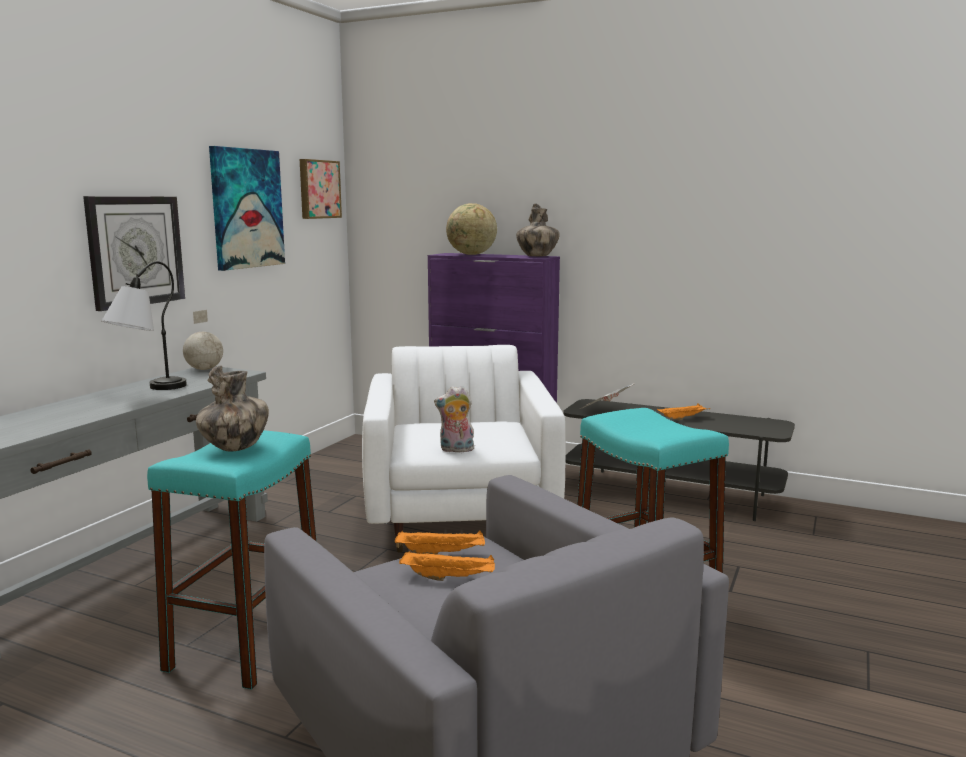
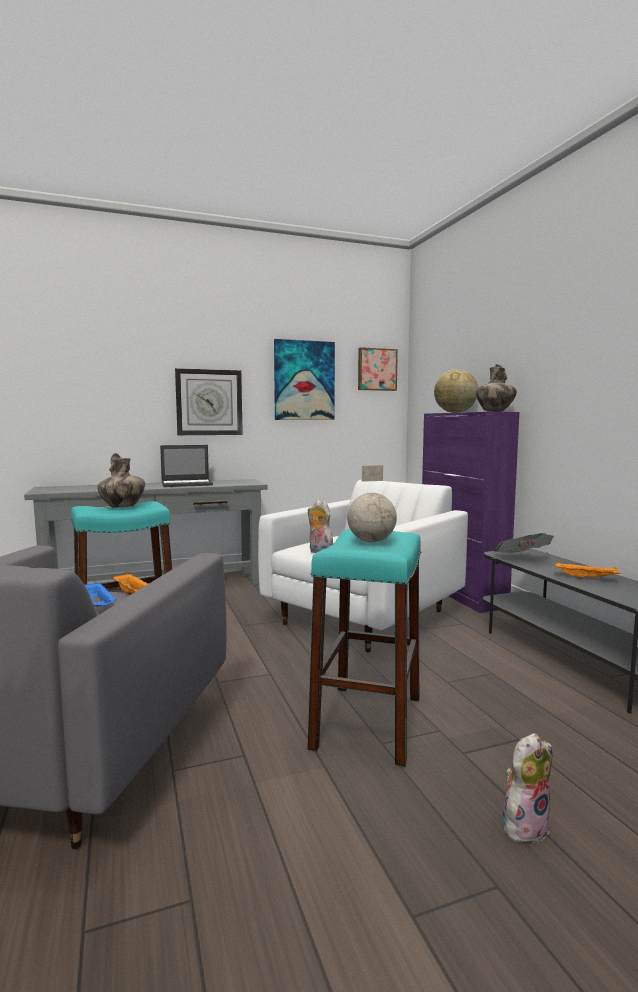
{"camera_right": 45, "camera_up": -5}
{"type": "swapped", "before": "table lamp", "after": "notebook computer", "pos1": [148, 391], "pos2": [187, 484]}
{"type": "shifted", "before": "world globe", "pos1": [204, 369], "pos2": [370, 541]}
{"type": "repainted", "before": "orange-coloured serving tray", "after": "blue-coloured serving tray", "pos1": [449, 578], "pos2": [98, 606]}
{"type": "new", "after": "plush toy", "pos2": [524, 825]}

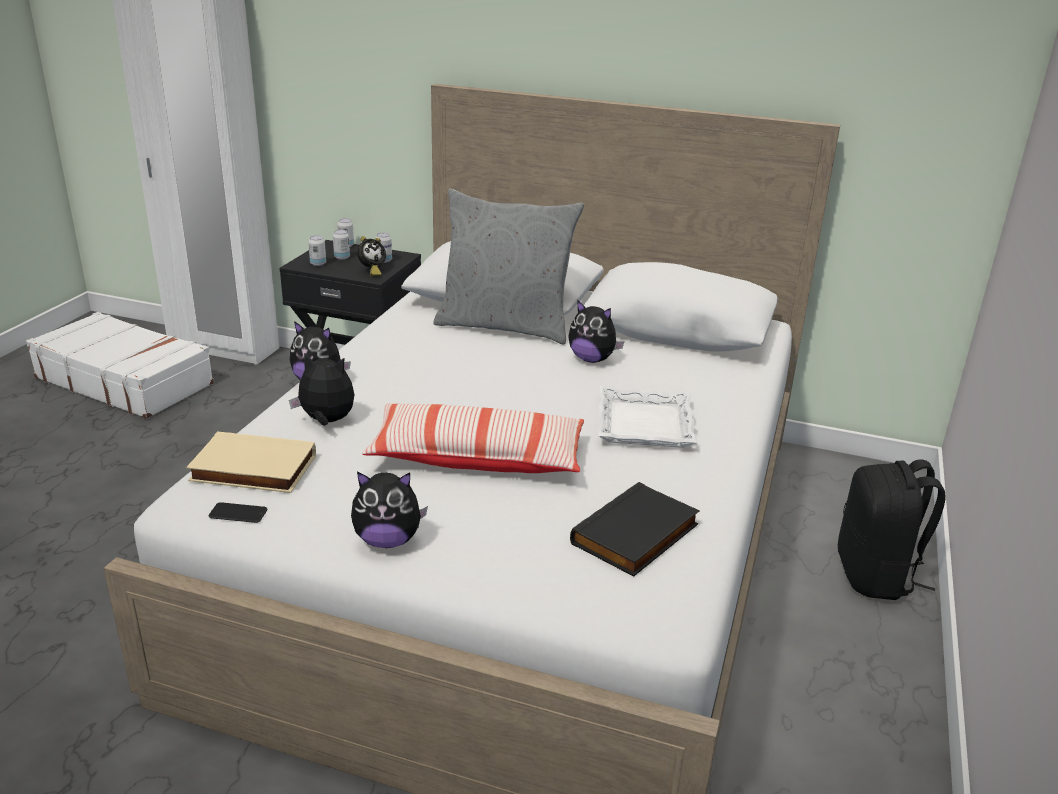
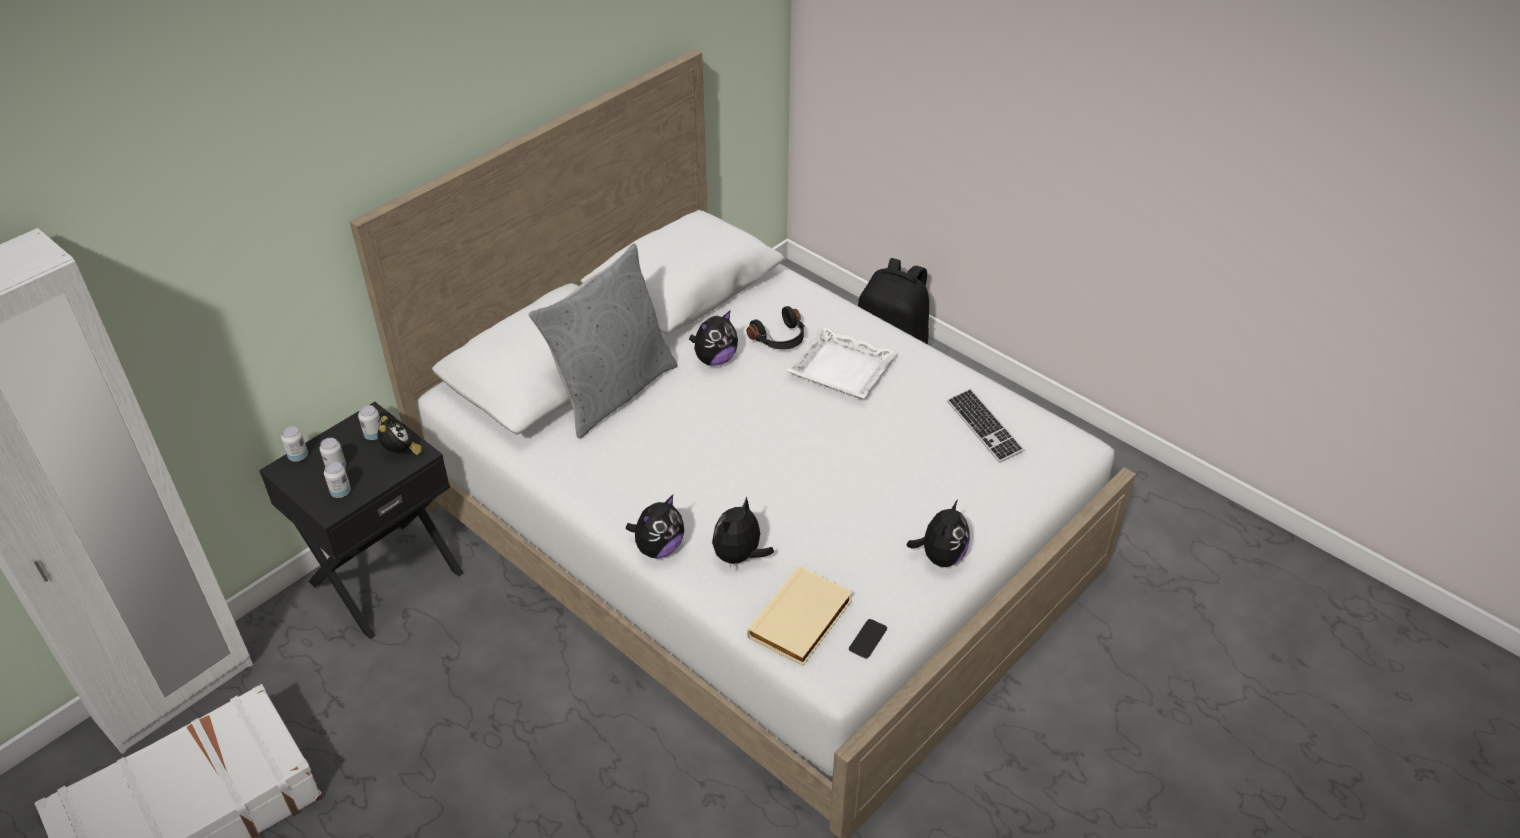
{"camera_right": -65, "camera_up": 15}
{"type": "gone", "before": "pillow", "pos1": [477, 457]}
{"type": "swapped", "before": "blackish volume", "after": "PC keyboard", "pos1": [637, 536], "pos2": [984, 427]}
{"type": "new", "after": "blackish headset", "pos2": [780, 339]}

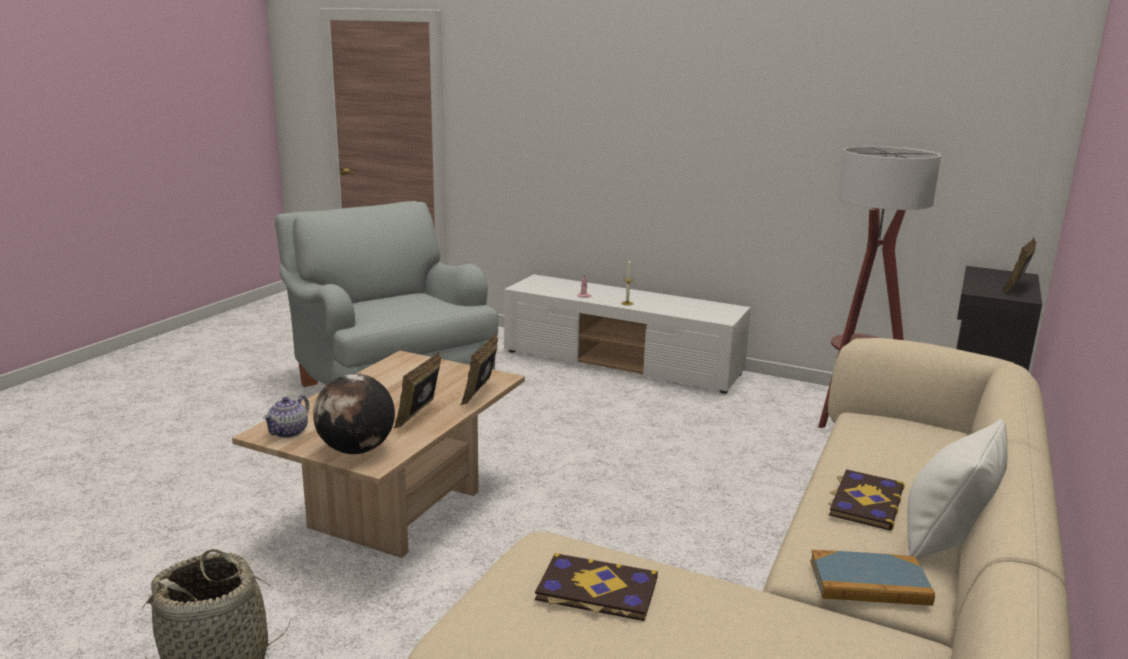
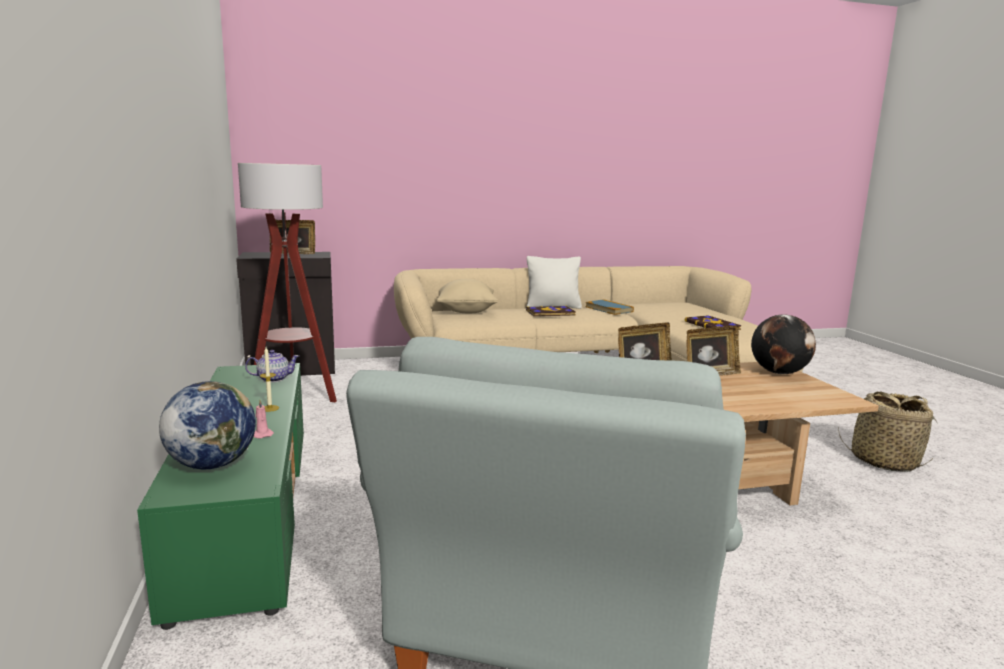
{"camera_right": -130, "camera_up": -5}
{"type": "repainted", "before": "white tv stand", "after": "green-coloured tv stand", "pos1": [623, 363], "pos2": [247, 509]}
{"type": "shifted", "before": "teapot", "pos1": [289, 432], "pos2": [273, 379]}
{"type": "new", "after": "beige pillow", "pos2": [466, 311]}
{"type": "new", "after": "world globe", "pos2": [212, 464]}

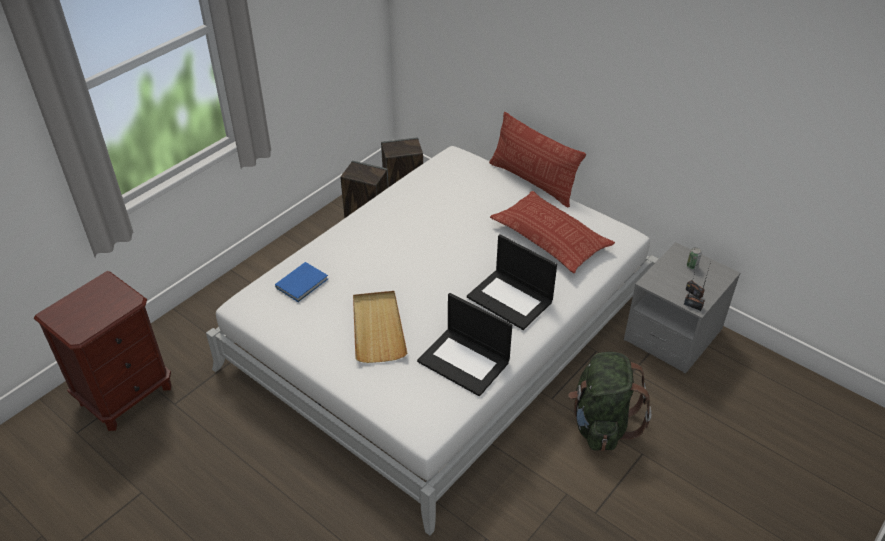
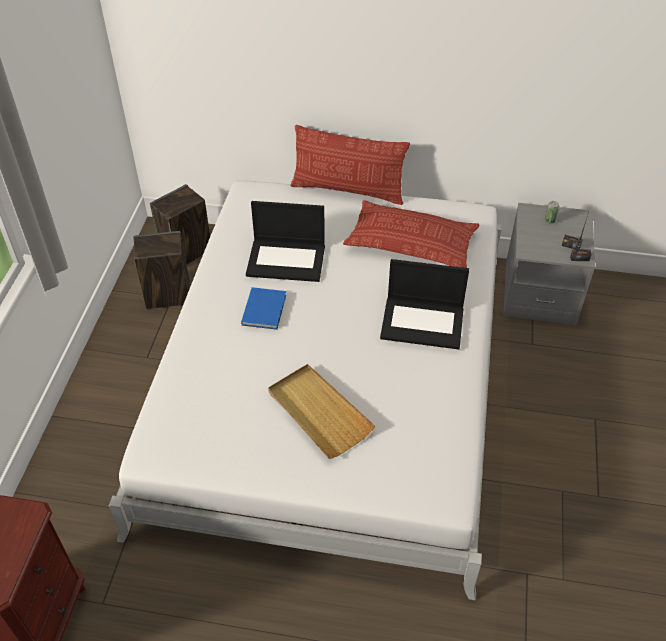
{"camera_right": -30, "camera_up": 5}
{"type": "shifted", "before": "blue-coloured volume", "pos1": [303, 283], "pos2": [265, 309]}
{"type": "shifted", "before": "notebook computer", "pos1": [465, 361], "pos2": [287, 260]}
{"type": "gone", "before": "green-coloured backpack", "pos1": [601, 424]}

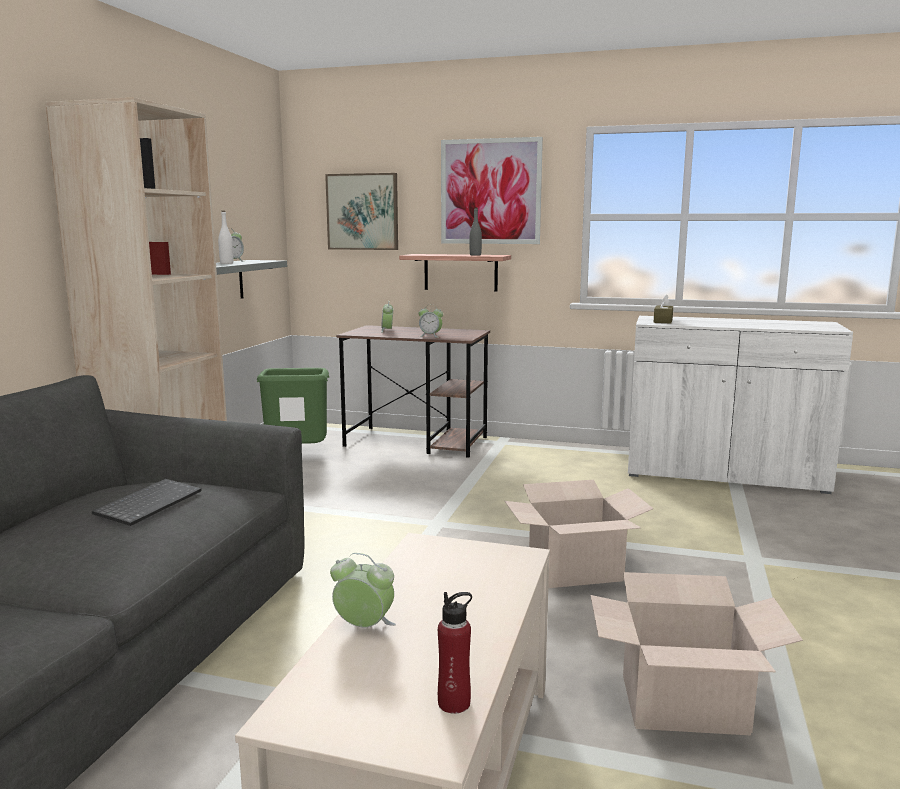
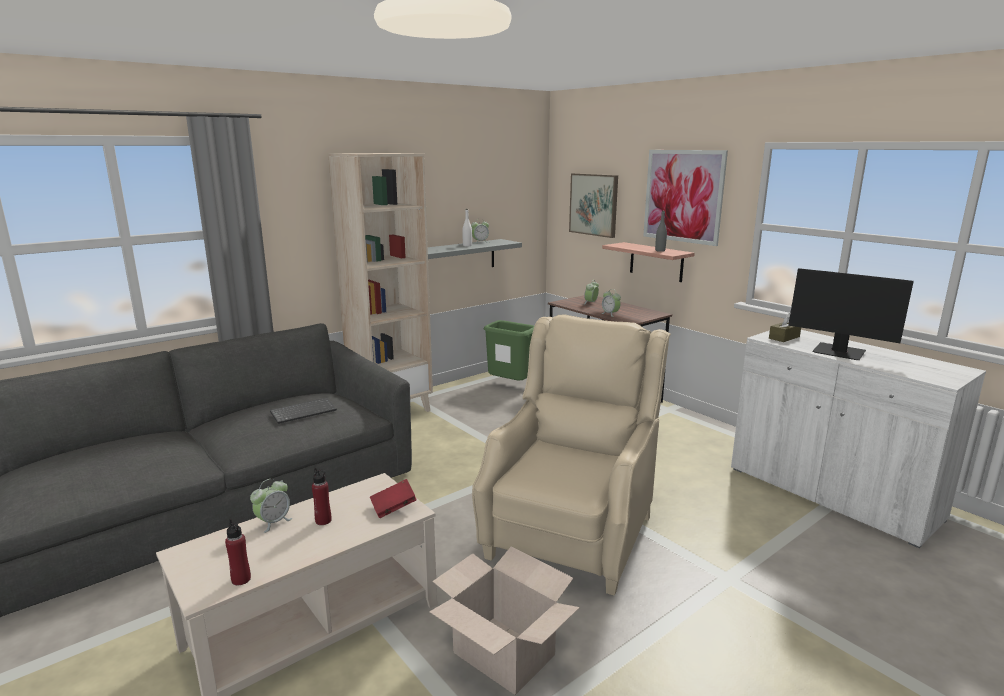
{"camera_right": 35, "camera_up": 5}
{"type": "swapped", "before": "packing box", "after": "beige armchair", "pos1": [575, 570], "pos2": [572, 533]}
{"type": "rotated", "before": "alarm clock", "pos1": [364, 627], "pos2": [273, 522], "turn": 75}
{"type": "new", "after": "computer screen", "pos2": [839, 352]}
{"type": "new", "after": "reddish beverage bottle", "pos2": [323, 520]}
{"type": "new", "after": "reddish volume", "pos2": [393, 508]}

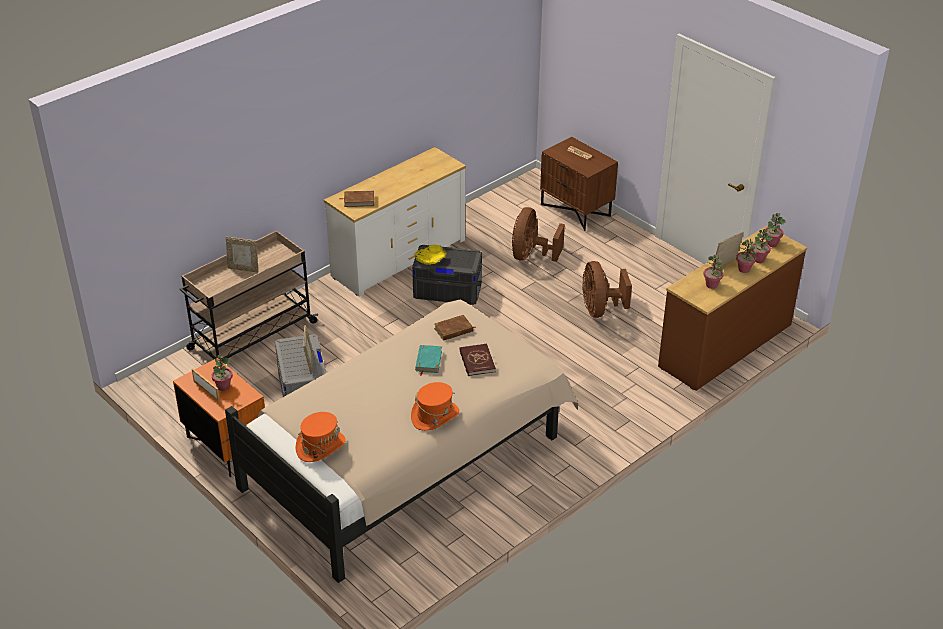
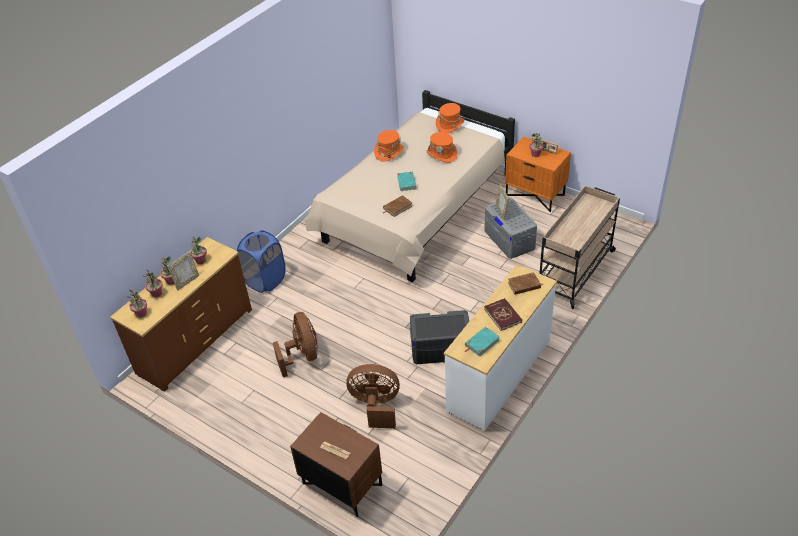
{"camera_right": 170, "camera_up": 5}
{"type": "rotated", "before": "brown-coloured electric fan", "pos1": [531, 255], "pos2": [376, 406], "turn": -90}
{"type": "gone", "before": "photo frame", "pos1": [243, 269]}
{"type": "gone", "before": "yellow-coloured bowl", "pos1": [430, 259]}
{"type": "shifted", "before": "reddish volume", "pos1": [477, 361], "pos2": [503, 315]}
{"type": "new", "after": "orange-coloured hat", "pos2": [442, 154]}
{"type": "new", "after": "blue-coloured laundry basket", "pos2": [265, 280]}
{"type": "new", "after": "blue-green volume", "pos2": [482, 343]}

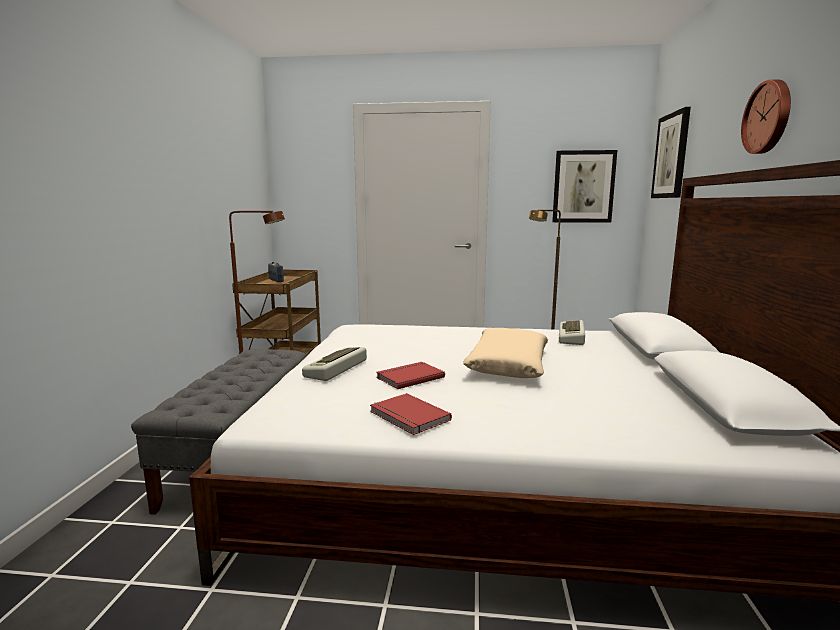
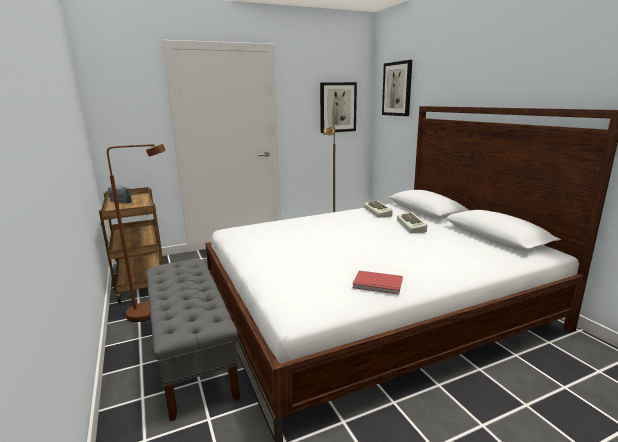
{"camera_right": -30, "camera_up": 5}
{"type": "gone", "before": "clock on the wall", "pos1": [768, 117]}
{"type": "gone", "before": "beige pillow", "pos1": [508, 364]}
{"type": "shifted", "before": "PC keyboard", "pos1": [337, 369], "pos2": [412, 226]}
{"type": "gone", "before": "reddish volume", "pos1": [409, 377]}

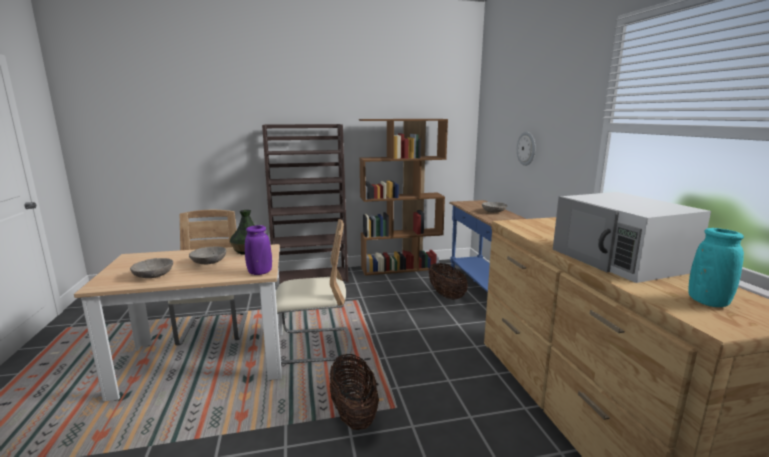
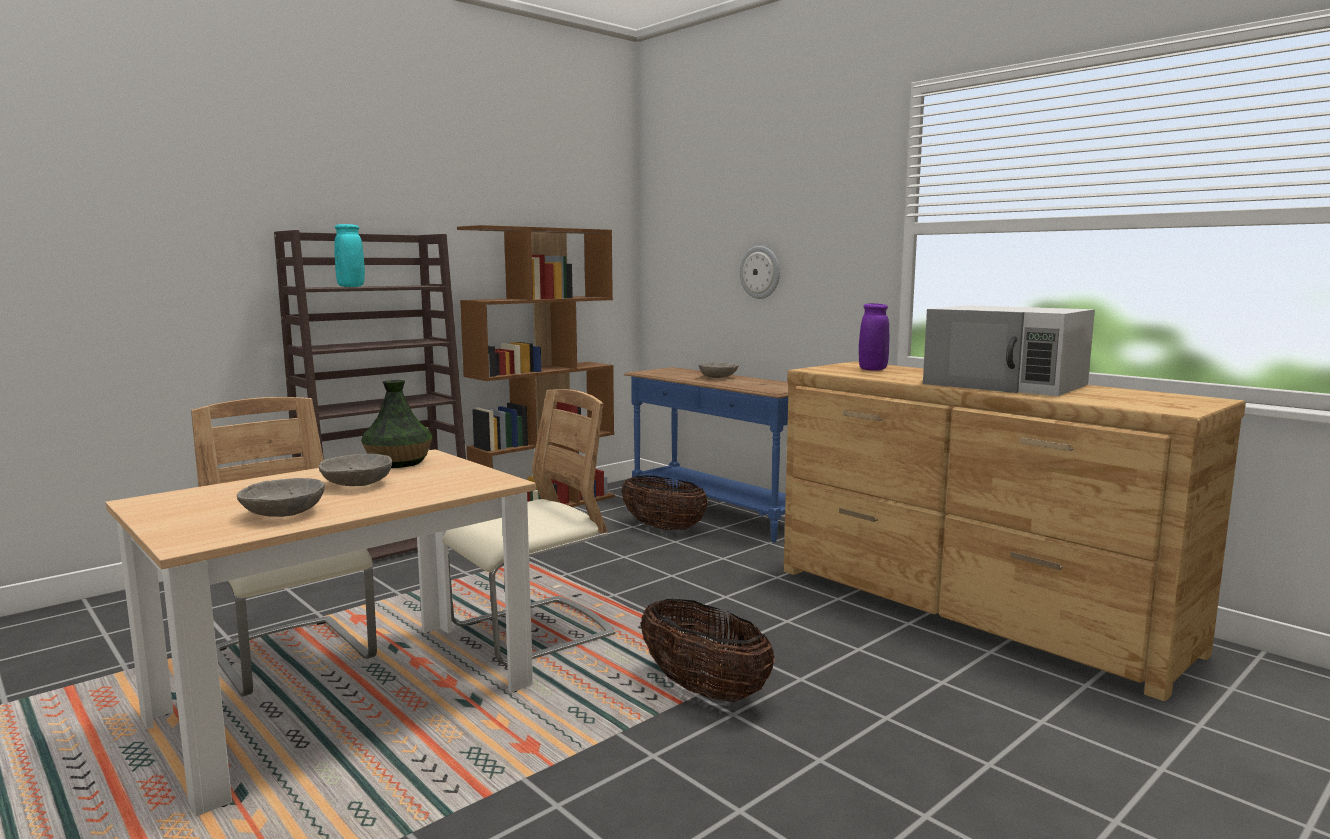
{"camera_right": -30, "camera_up": -5}
{"type": "shifted", "before": "purplish vase", "pos1": [260, 272], "pos2": [873, 369]}
{"type": "shifted", "before": "blue-green vase", "pos1": [708, 302], "pos2": [351, 286]}

